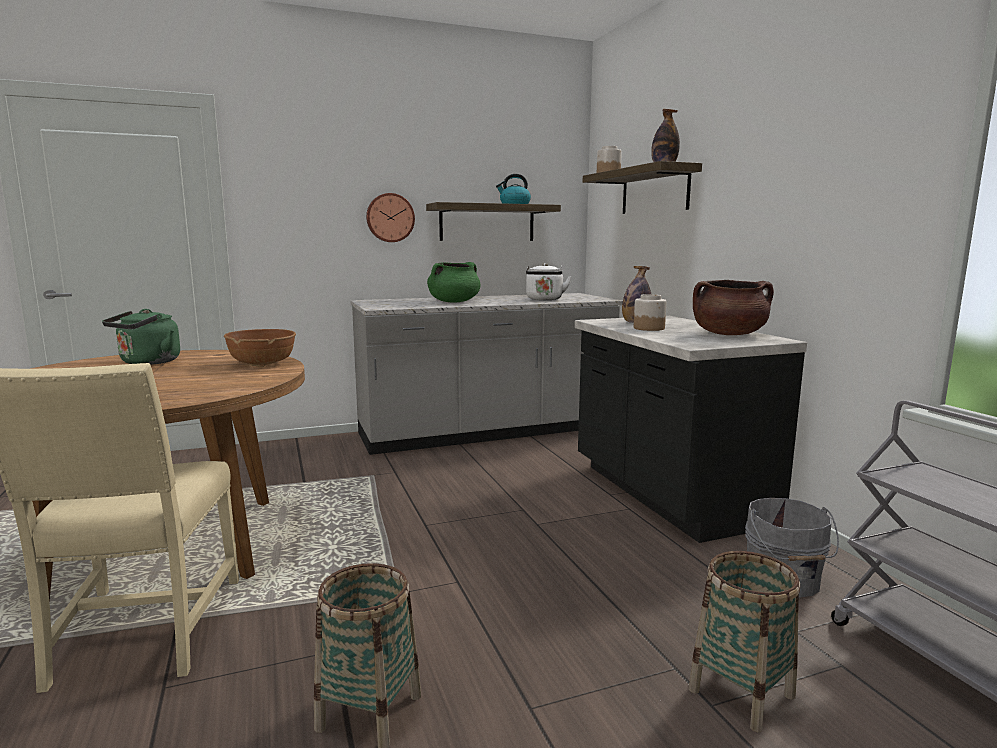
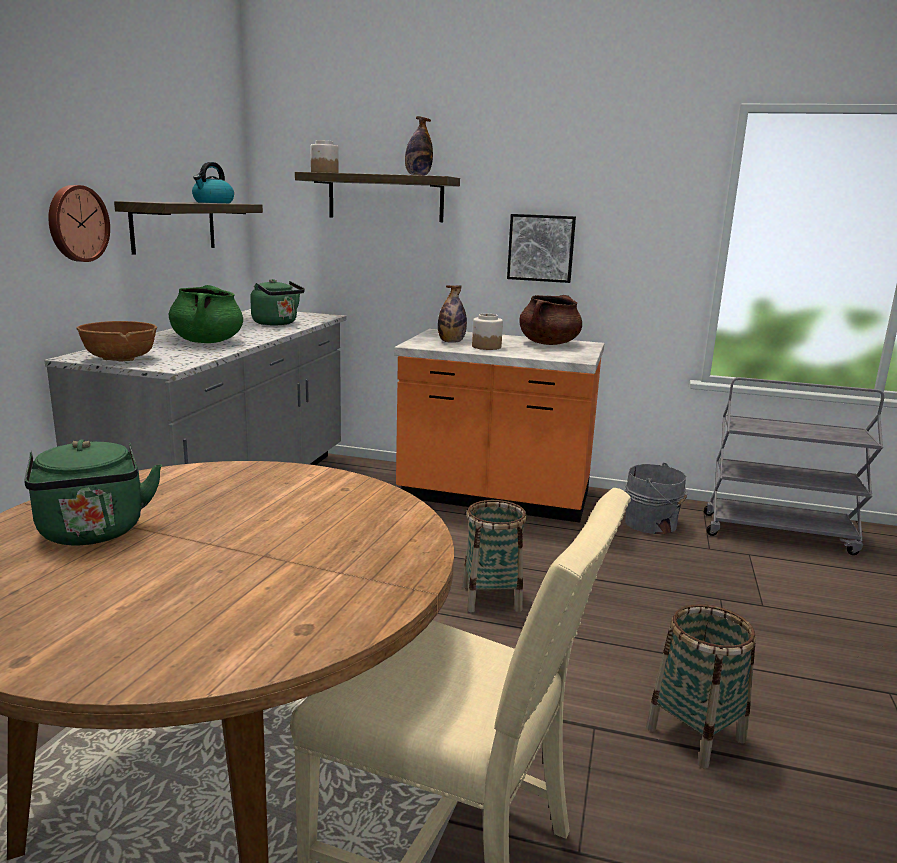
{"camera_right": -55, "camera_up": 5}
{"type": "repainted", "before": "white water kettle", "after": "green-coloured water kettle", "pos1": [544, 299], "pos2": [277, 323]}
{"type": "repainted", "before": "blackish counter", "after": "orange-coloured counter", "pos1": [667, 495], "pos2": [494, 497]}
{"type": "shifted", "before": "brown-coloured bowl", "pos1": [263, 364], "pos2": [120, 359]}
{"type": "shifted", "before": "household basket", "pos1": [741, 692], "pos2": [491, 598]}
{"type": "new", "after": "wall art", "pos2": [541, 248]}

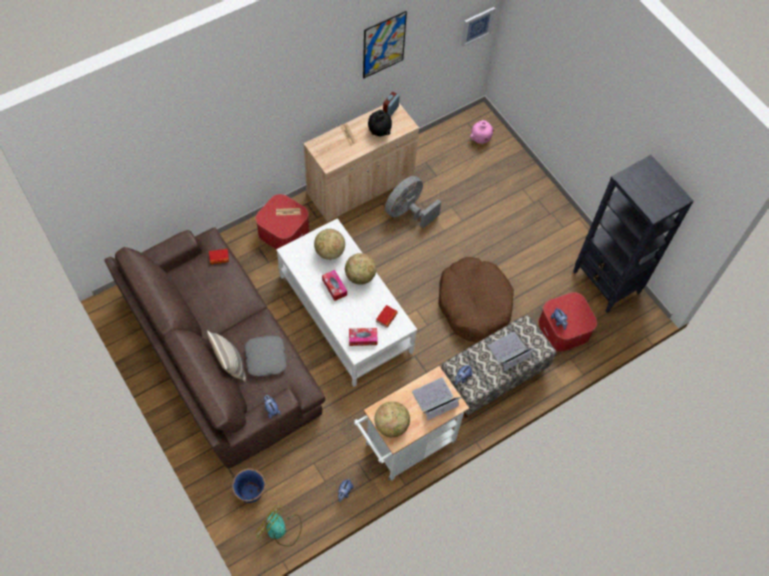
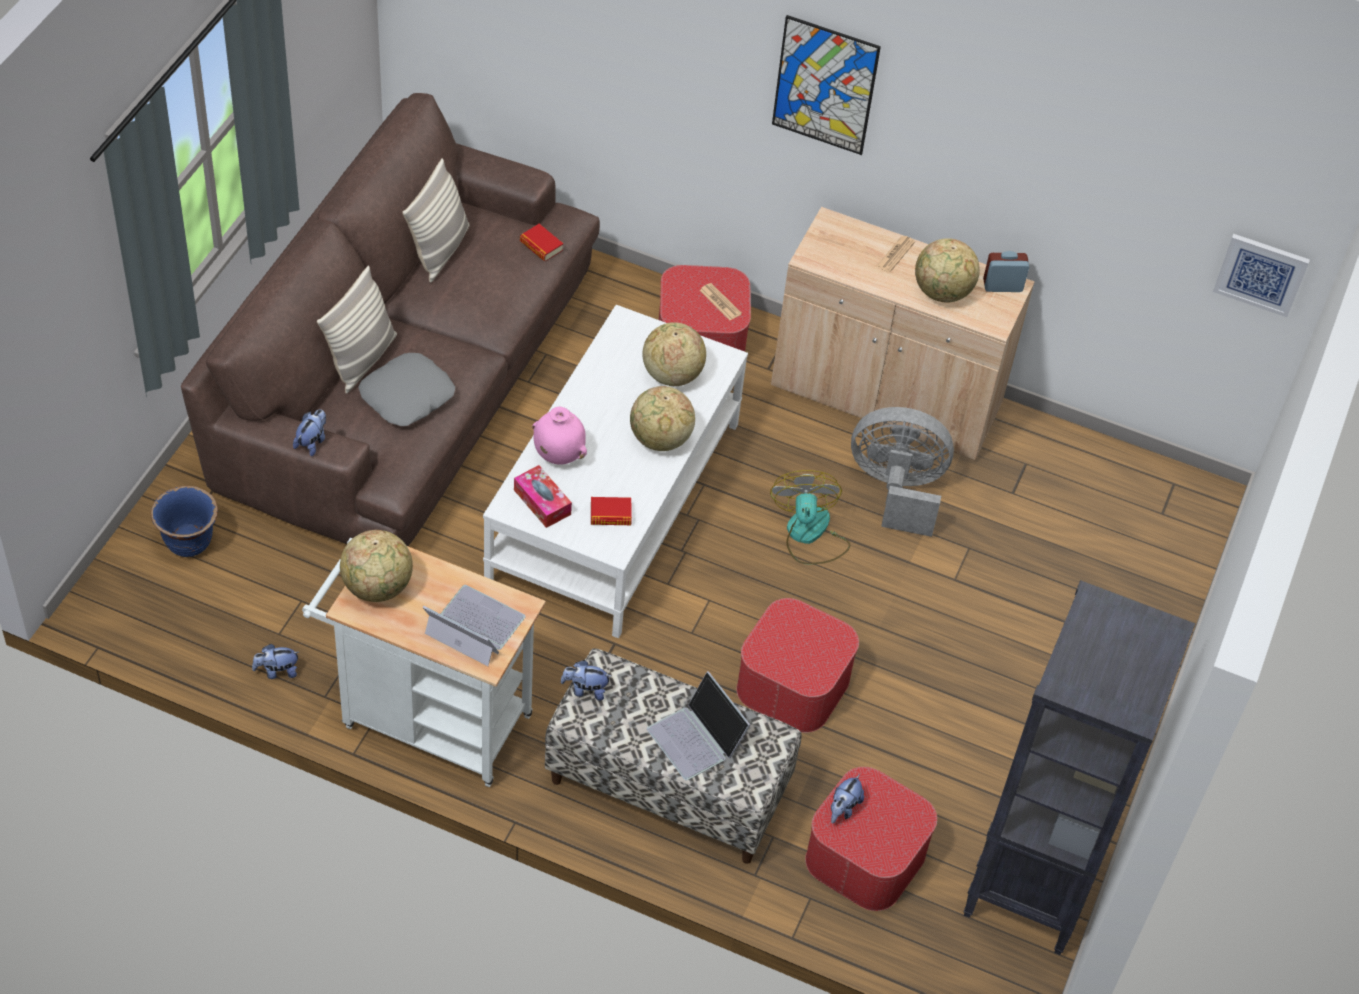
{"camera_right": 55, "camera_up": -10}
{"type": "shifted", "before": "wall art", "pos1": [384, 45], "pos2": [825, 85]}
{"type": "swapped", "before": "blackish vase", "after": "world globe", "pos1": [379, 132], "pos2": [942, 292]}
{"type": "shifted", "before": "pink vase", "pos1": [480, 139], "pos2": [558, 455]}
{"type": "swapped", "before": "brown-coloured dog cushion", "after": "footrest", "pos1": [474, 304], "pos2": [793, 684]}
{"type": "gone", "before": "box of tissues", "pos1": [334, 287]}
{"type": "rotated", "before": "notebook computer", "pos1": [509, 352], "pos2": [697, 738], "turn": -150}
{"type": "shifted", "before": "electric fan", "pos1": [280, 529], "pos2": [809, 535]}
{"type": "new", "after": "pillow", "pos2": [439, 250]}

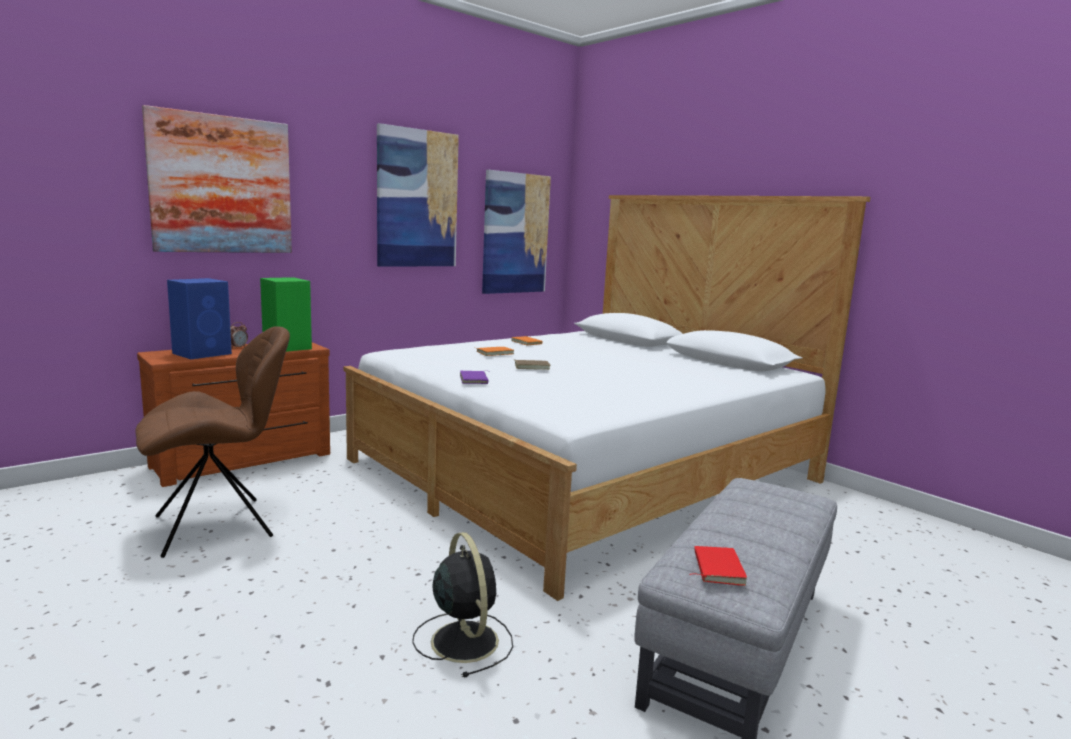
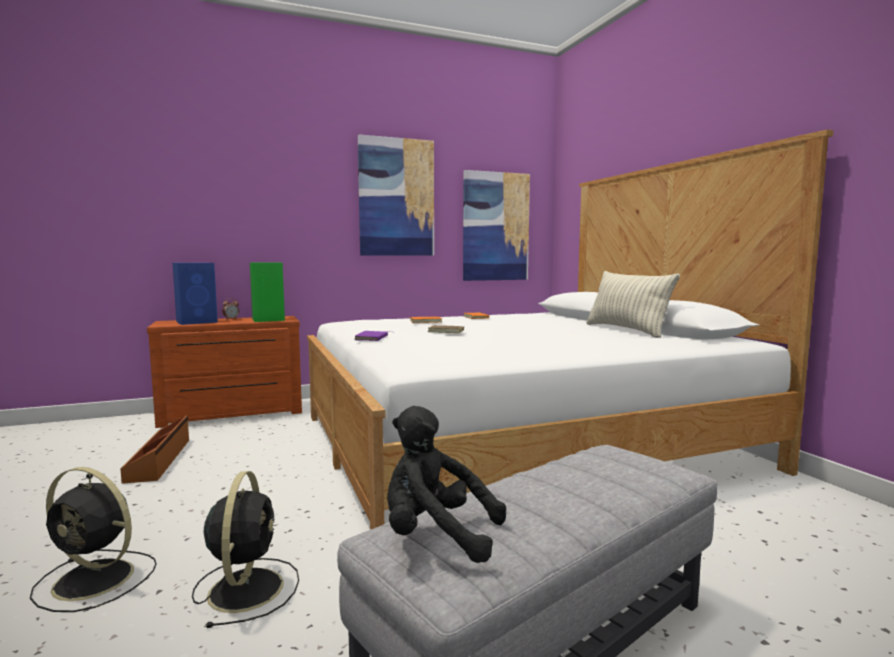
{"camera_right": 20, "camera_up": -5}
{"type": "gone", "before": "wall art", "pos1": [222, 185]}
{"type": "swapped", "before": "brown-coloured chair", "after": "brown-coloured storage box", "pos1": [219, 525], "pos2": [160, 459]}
{"type": "swapped", "before": "reddish volume", "after": "blackish plush toy", "pos1": [716, 568], "pos2": [436, 536]}
{"type": "new", "after": "pillow", "pos2": [626, 330]}
{"type": "new", "after": "blackish electric fan", "pos2": [96, 580]}

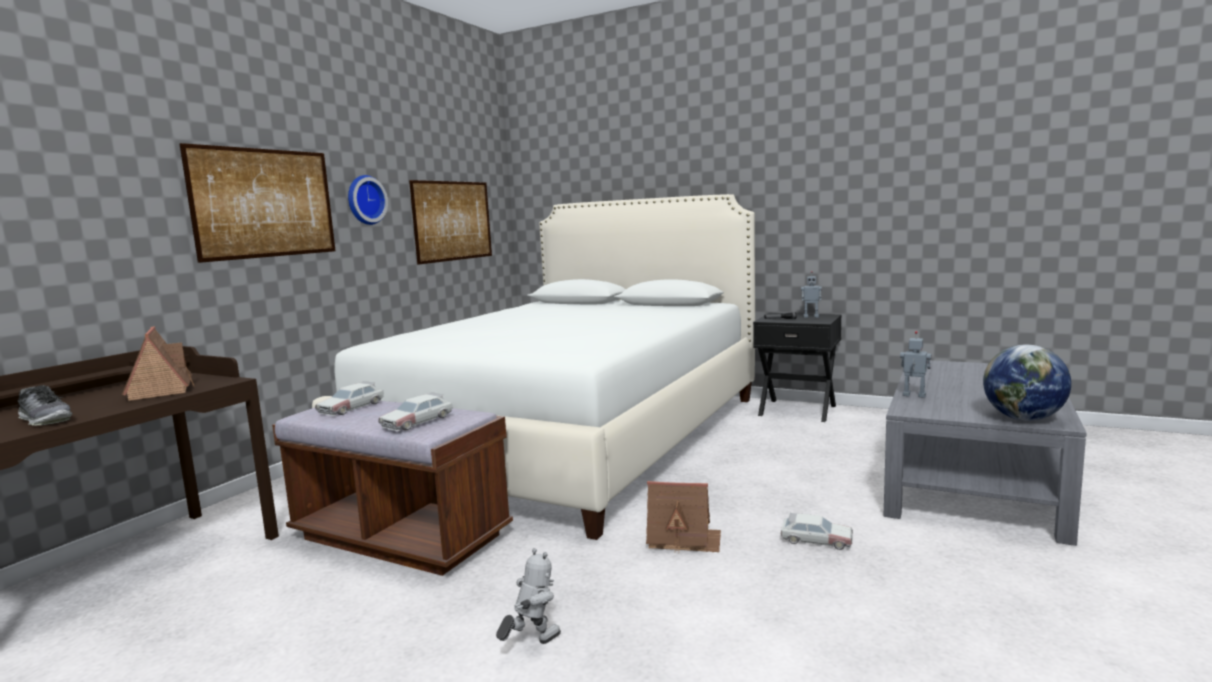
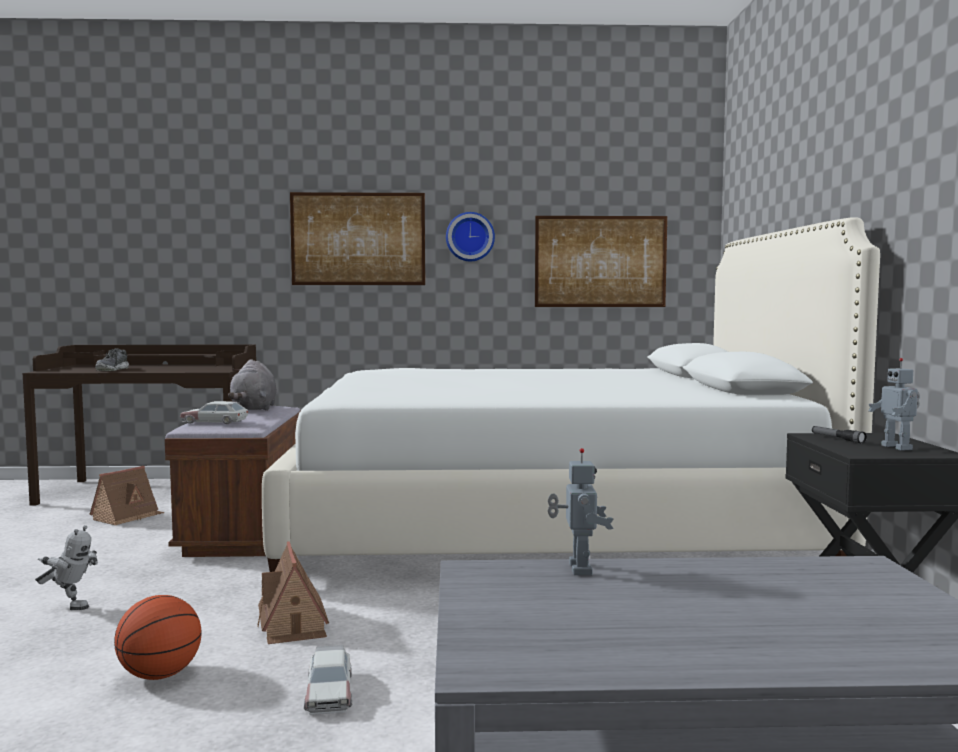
{"camera_right": 60, "camera_up": -5}
{"type": "shifted", "before": "model house", "pos1": [160, 390], "pos2": [127, 517]}
{"type": "gone", "before": "world globe", "pos1": [1023, 419]}
{"type": "swapped", "before": "miniature car", "after": "greyish plush toy", "pos1": [351, 408], "pos2": [254, 409]}
{"type": "new", "after": "basketball", "pos2": [160, 675]}

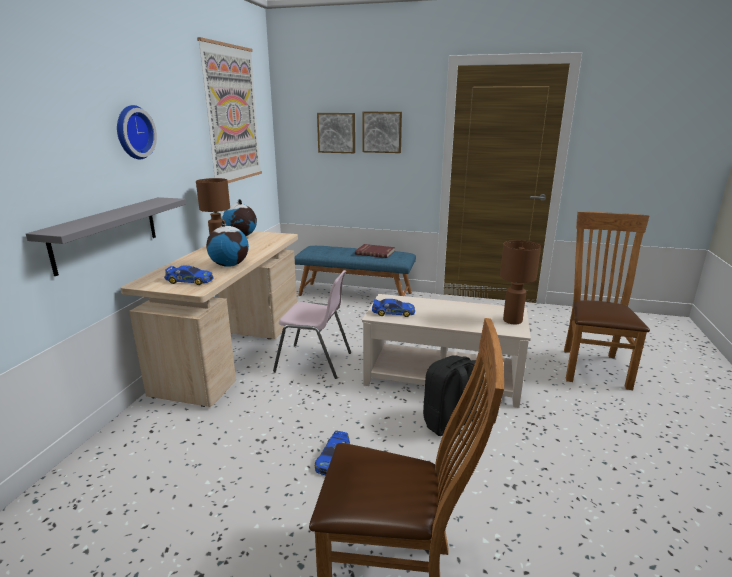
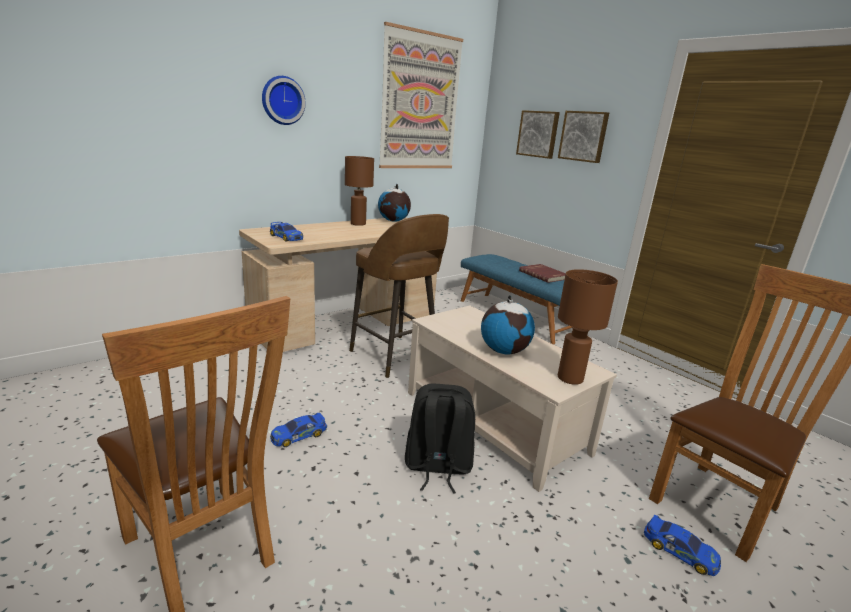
{"camera_right": 35, "camera_up": 0}
{"type": "gone", "before": "greyish wall shelf", "pos1": [106, 233]}
{"type": "shifted", "before": "world globe", "pos1": [229, 265], "pos2": [504, 351]}
{"type": "swapped", "before": "pink chair", "after": "brown-coloured sitting stool", "pos1": [315, 362], "pos2": [395, 357]}
{"type": "shifted", "before": "miniature car", "pos1": [393, 312], "pos2": [680, 551]}

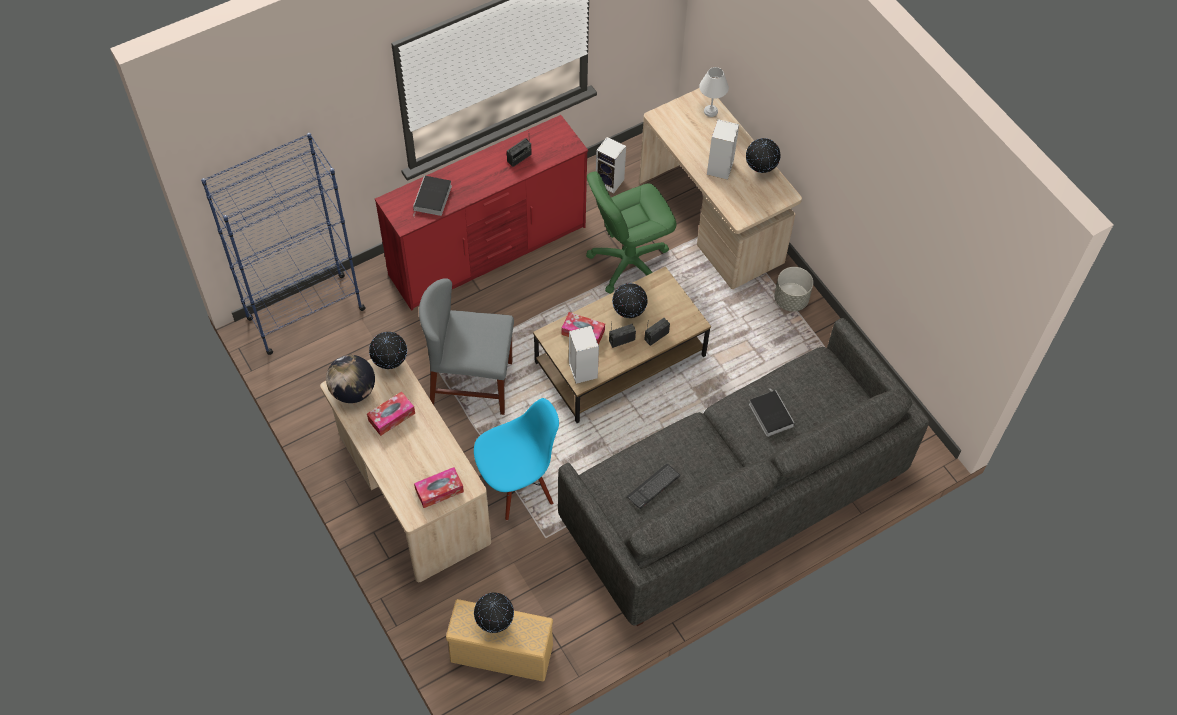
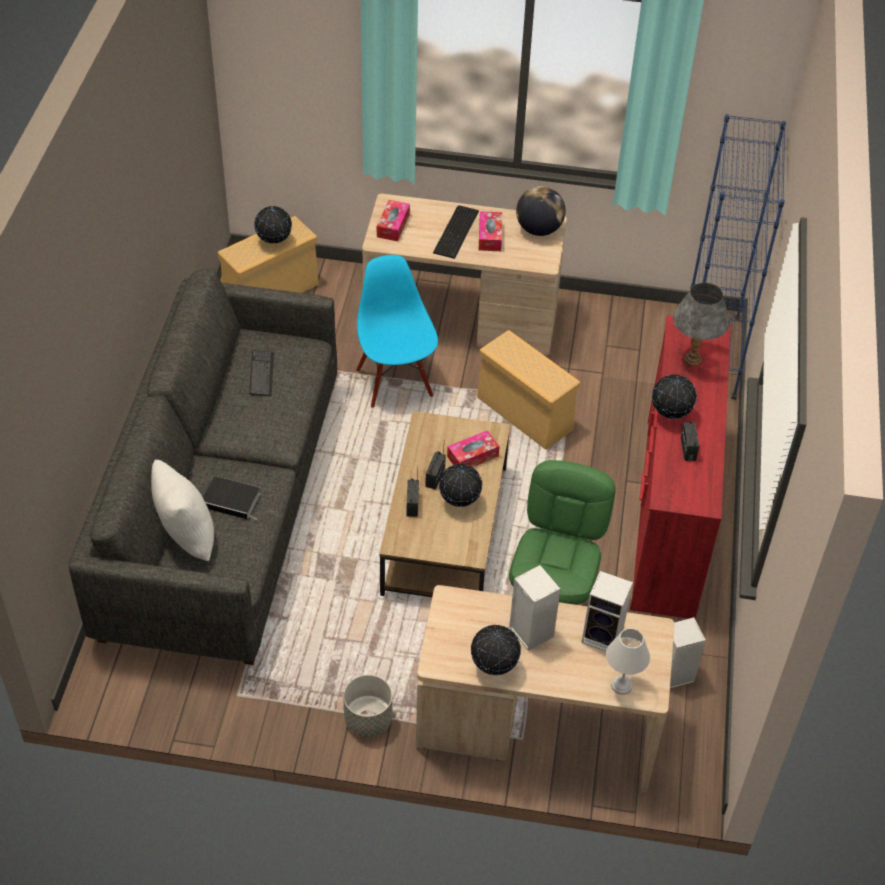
{"camera_right": 130, "camera_up": -10}
{"type": "swapped", "before": "volume", "after": "greyish table lamp", "pos1": [432, 199], "pos2": [692, 359]}
{"type": "swapped", "before": "greyish chair", "after": "beige storage box", "pos1": [471, 384], "pos2": [526, 414]}
{"type": "shifted", "before": "audio speaker", "pos1": [582, 370], "pos2": [604, 636]}
{"type": "shifted", "before": "world globe", "pos1": [390, 363], "pos2": [670, 415]}
{"type": "rotated", "before": "blue-coloured chair", "pos1": [518, 486], "pos2": [395, 383], "turn": 150}
{"type": "new", "after": "PC keyboard", "pos2": [457, 231]}
{"type": "new", "after": "white pillow", "pos2": [185, 538]}

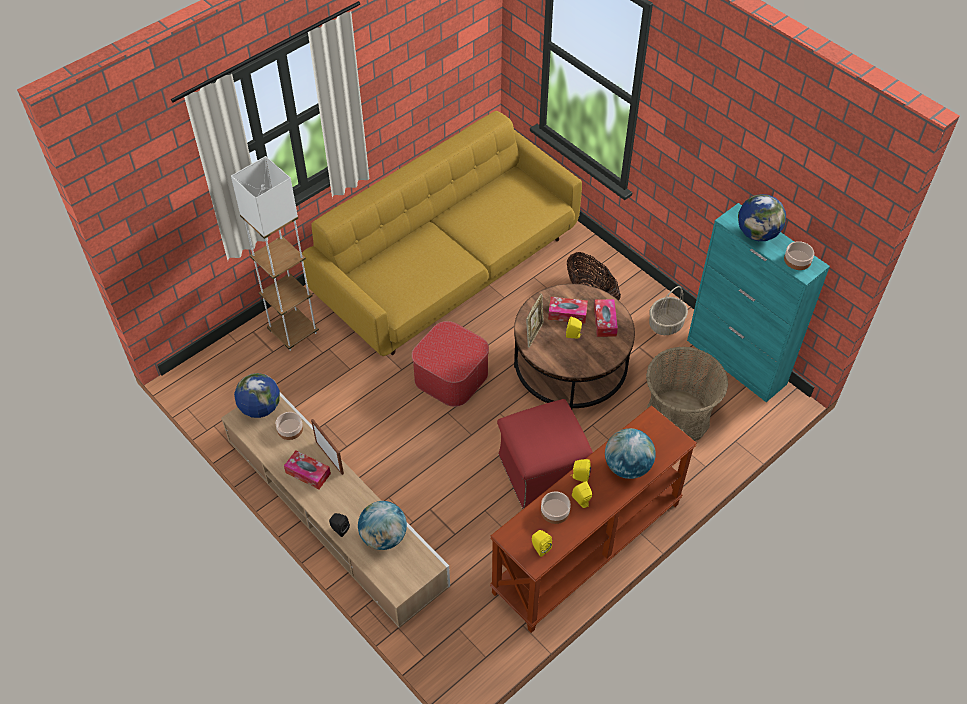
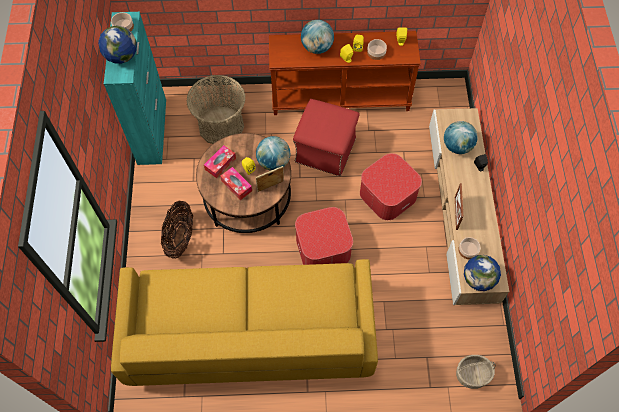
{"camera_right": -140, "camera_up": 10}
{"type": "gone", "before": "white standing lamp", "pos1": [293, 332]}
{"type": "shifted", "before": "household basket", "pos1": [666, 324], "pos2": [472, 374]}
{"type": "gone", "before": "box of tissues", "pos1": [308, 473]}
{"type": "new", "after": "world globe", "pos2": [274, 162]}
{"type": "new", "after": "footrest", "pos2": [388, 194]}

